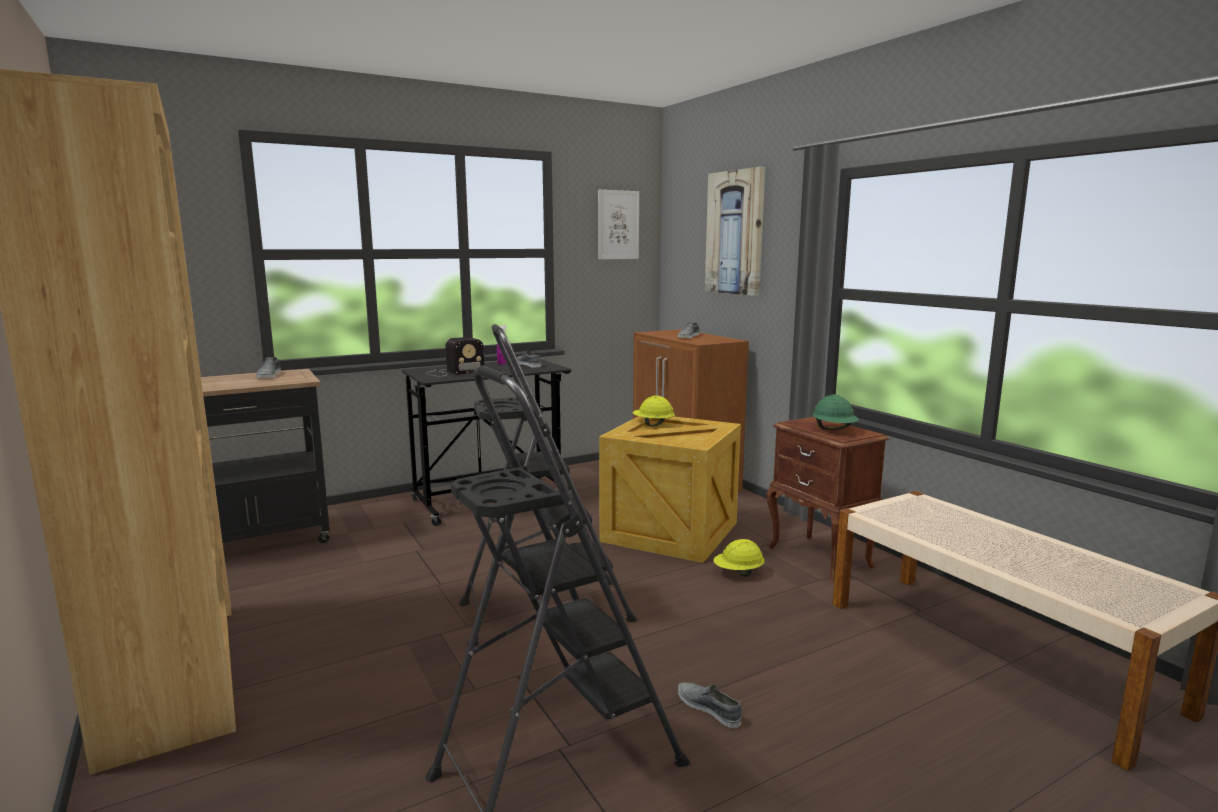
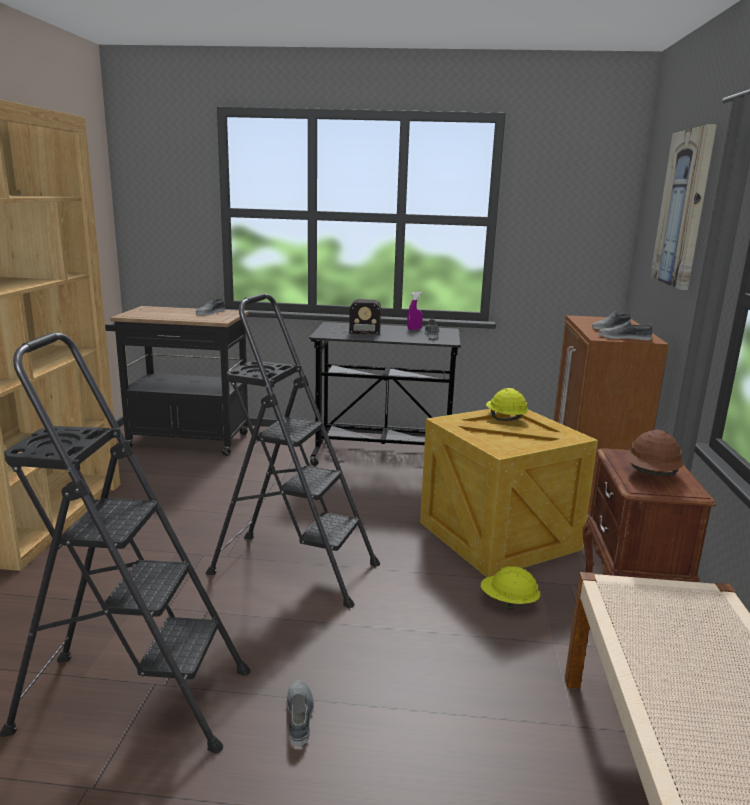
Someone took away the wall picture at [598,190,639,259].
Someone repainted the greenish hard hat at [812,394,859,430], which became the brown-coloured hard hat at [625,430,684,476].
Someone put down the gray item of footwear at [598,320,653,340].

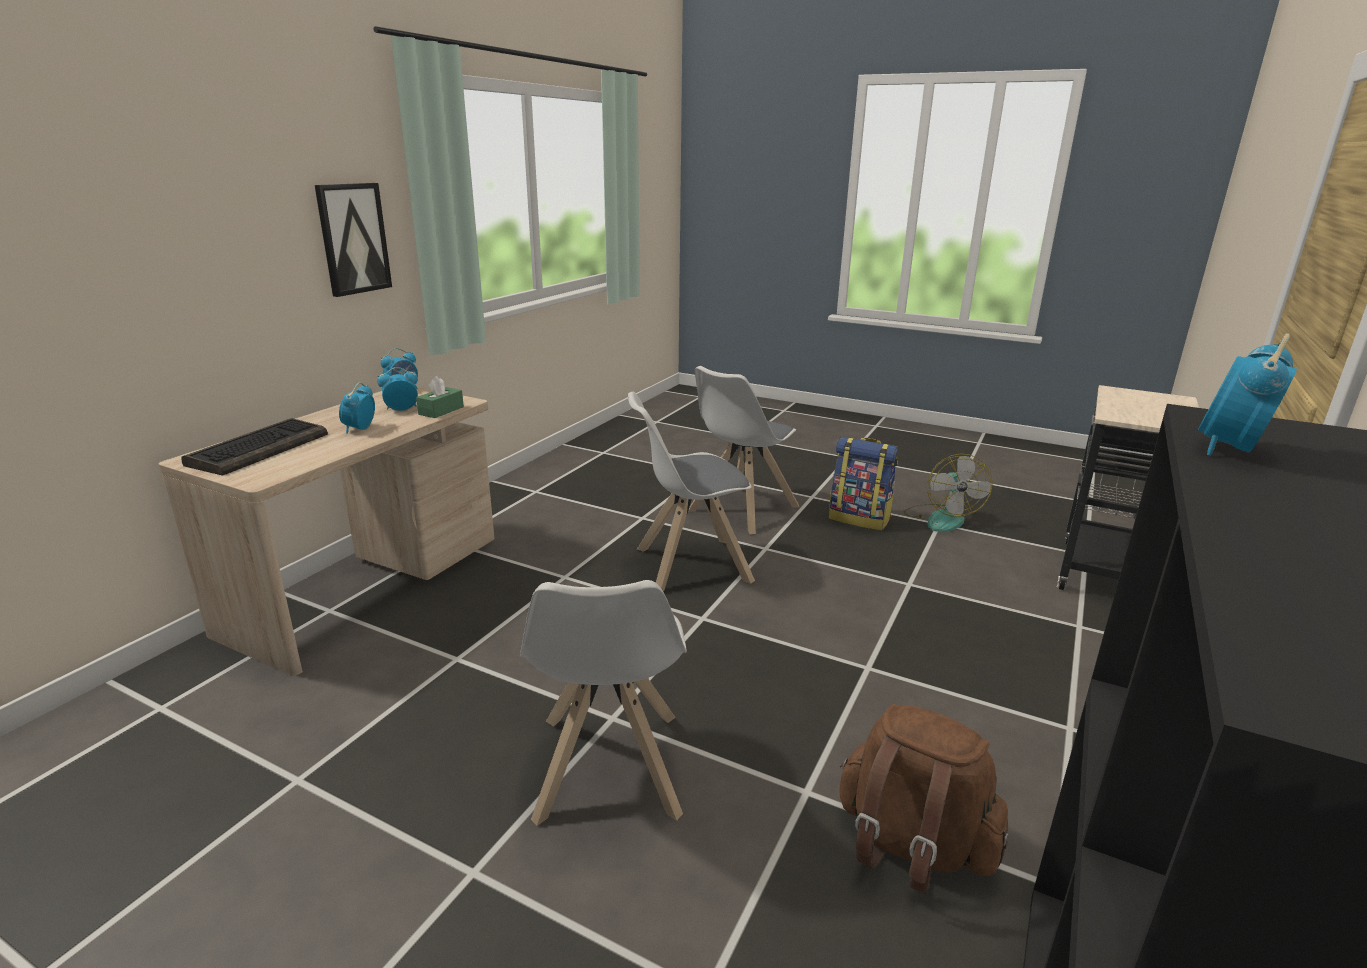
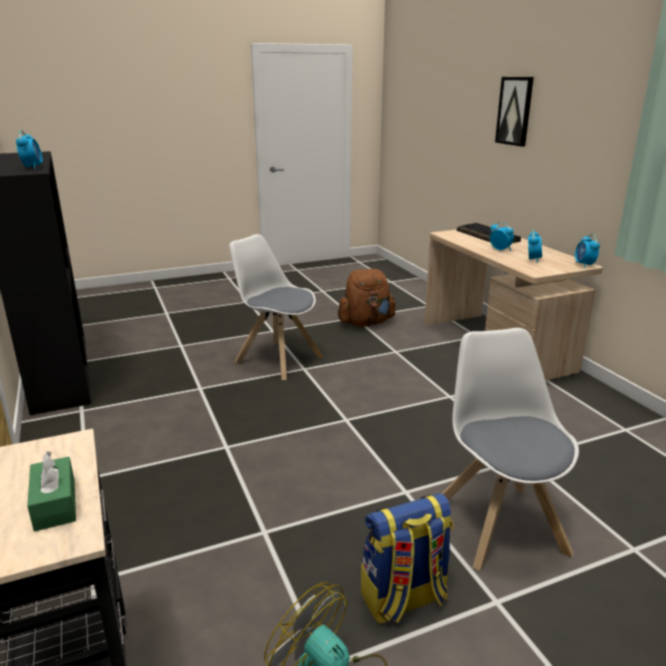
Someone carried the wall picture from [315,183,392,297] to [495,77,534,147].
Someone carried the greenish tissue box from [416,376,464,418] to [27,451,76,531].
Someone took away the plain chair at [628,392,755,591].
Someone carried the brown-coloured backpack from [839,704,1008,894] to [338,269,396,327].

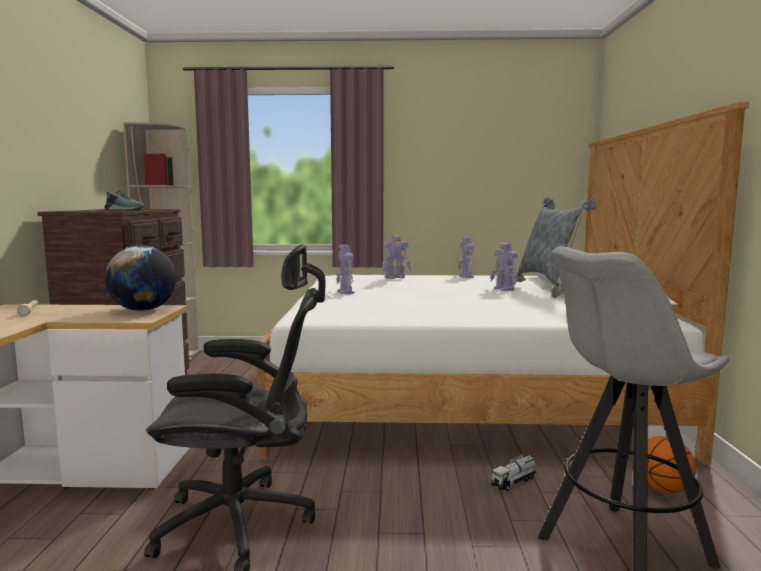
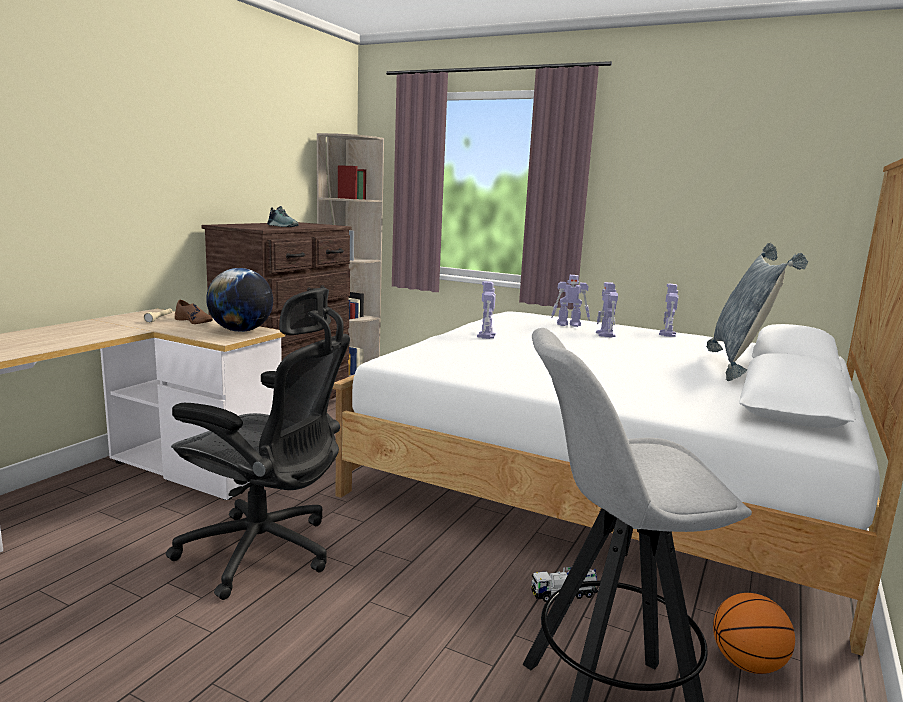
Someone carried the model robot from [491,243,518,291] to [596,282,618,338].
Someone put down the brown-coloured item of footwear at [175,300,213,324].

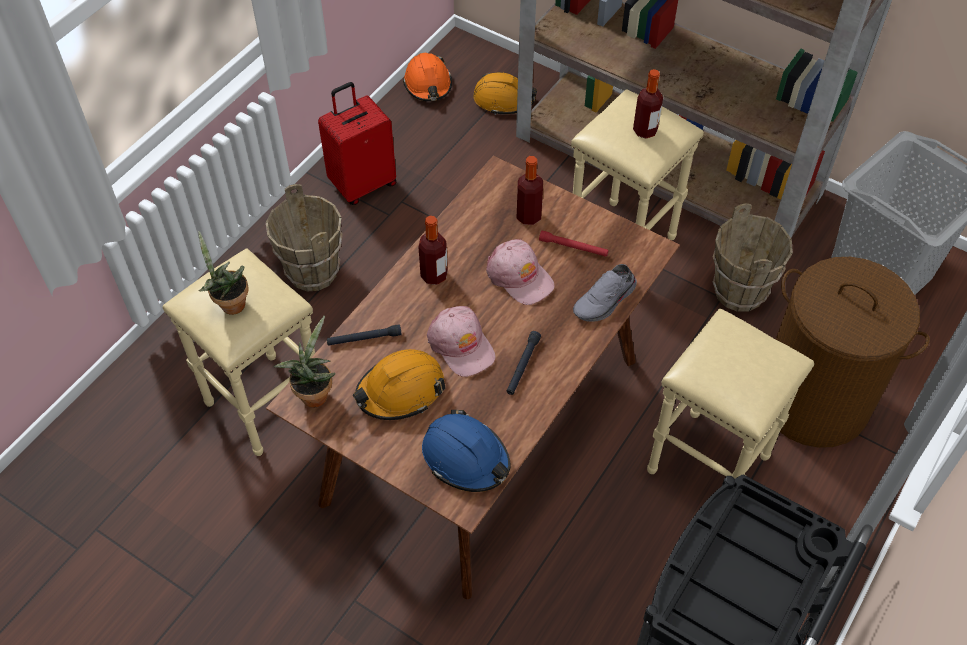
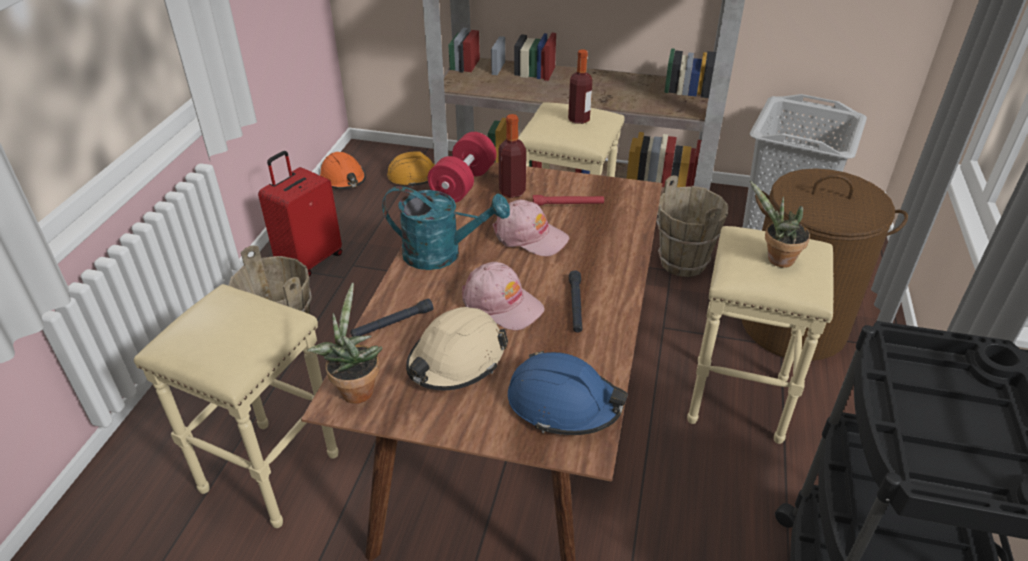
Someone swapped the bottle at [419,216,448,285] for the blue-green sprinkling can at [382,186,510,270].
Someone carried the plant in a pot from [198,231,249,315] to [750,180,810,268].
Someone took away the gray item of footwear at [573,264,637,322].
Someone repainted the orange hard hat at [353,349,445,420], which became the beige hard hat at [406,307,508,390].
Someone put down the reddish hand weight at [427,132,497,203].

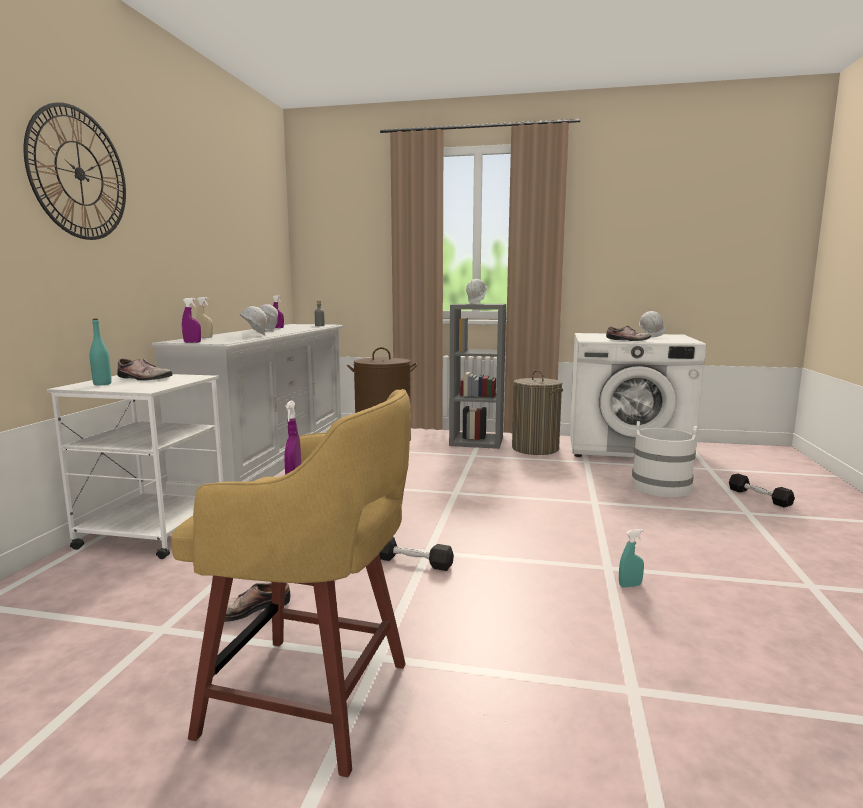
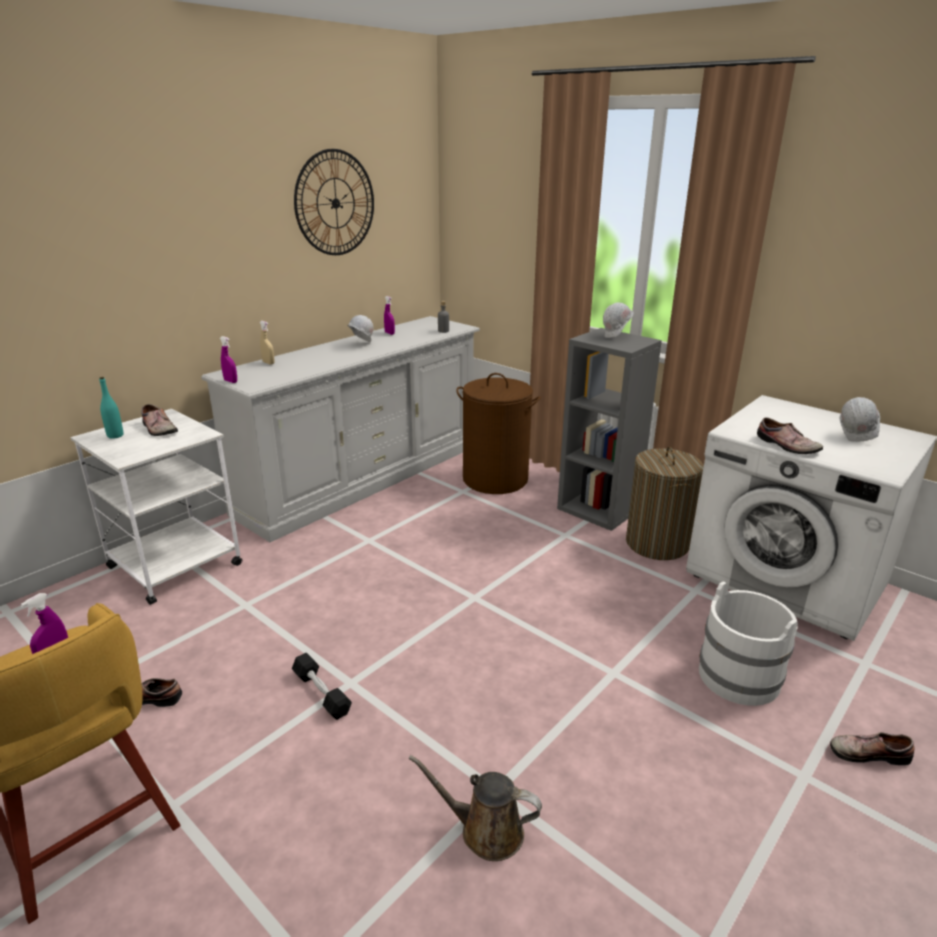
Someone carried the wall clock from [24,102,126,240] to [294,149,374,255].
Someone took away the whitish hard hat at [239,306,267,336].
Someone swapped the black hand weight at [729,474,795,507] for the item of footwear at [830,732,915,765].
Someone swapped the blue-green sprayer at [619,529,644,588] for the brown-coloured sprinkling can at [408,755,542,861].

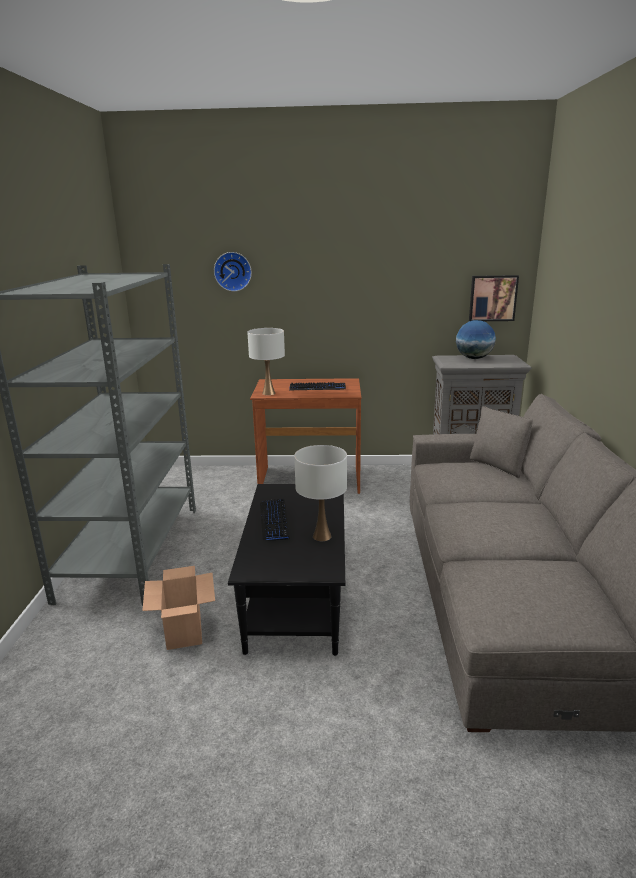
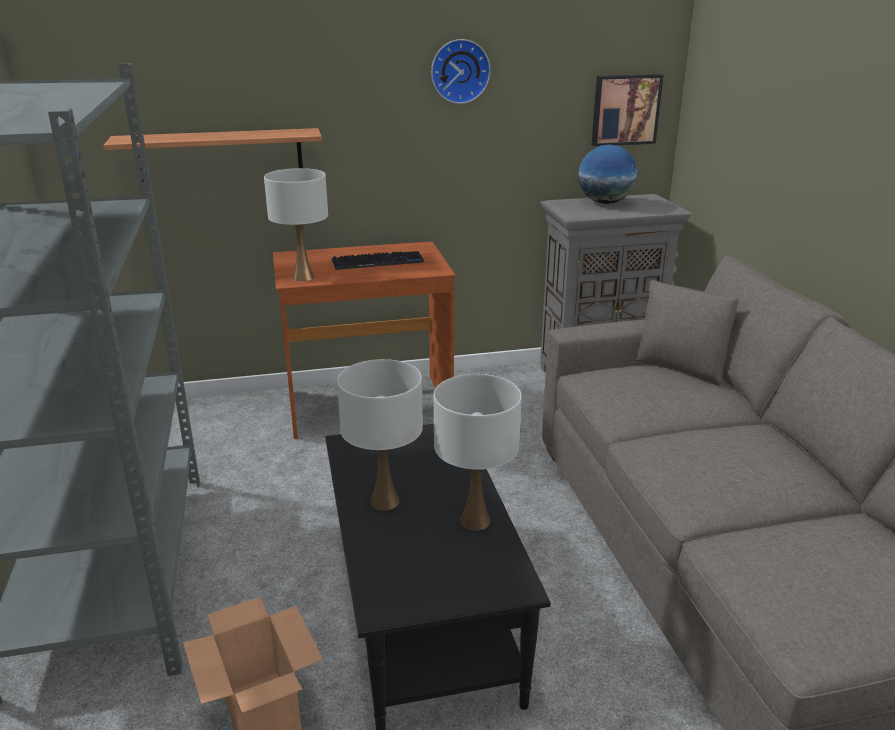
Someone carried the wall clock from [214,252,252,292] to [431,39,490,104].
Someone swapped the computer keyboard at [260,499,290,541] for the whitish tabletop lamp at [337,359,423,510].
Someone put up the shelf at [103,128,322,182].

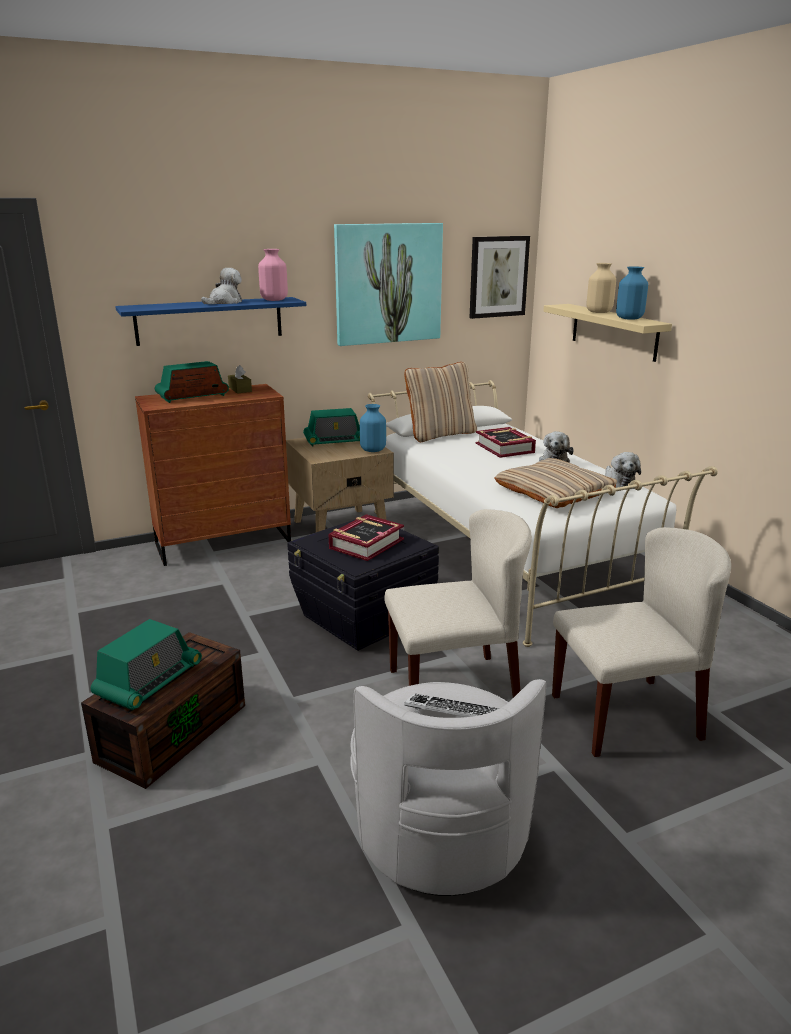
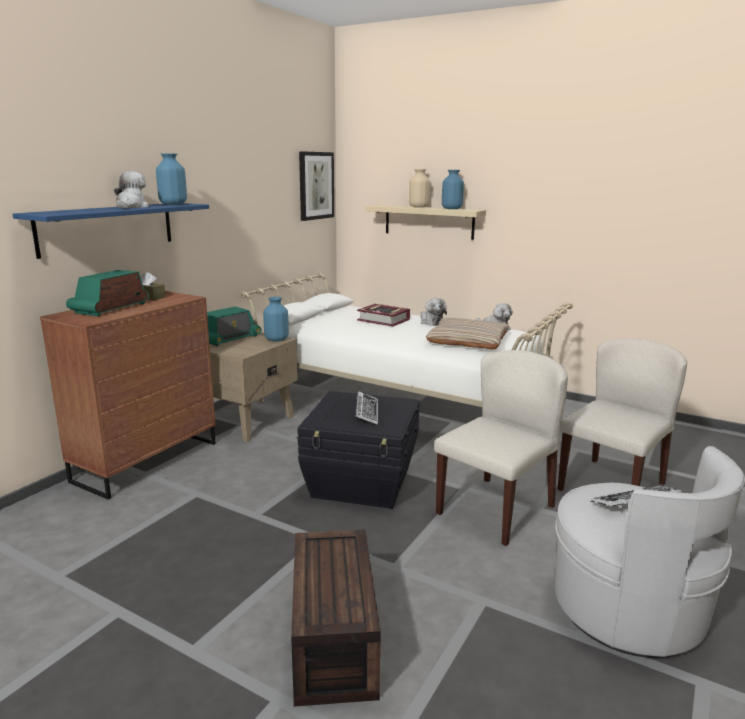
Someone took away the wall picture at [334,223,443,346].
Someone repainted the pink-coloured decorative vase at [258,249,288,301], which became the blue decorative vase at [156,153,187,205].
Someone took away the beige throw pillow at [404,362,477,442].
Someone swapped the book at [329,514,404,561] for the computer keyboard at [355,391,378,425].
Someone took away the radio set at [91,619,202,710].

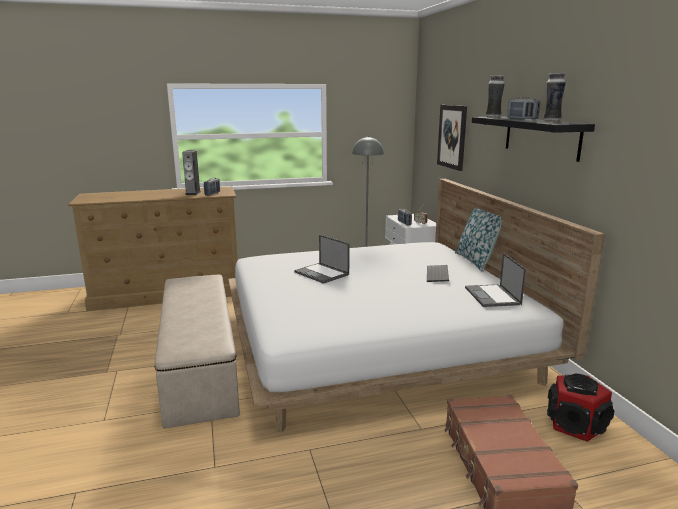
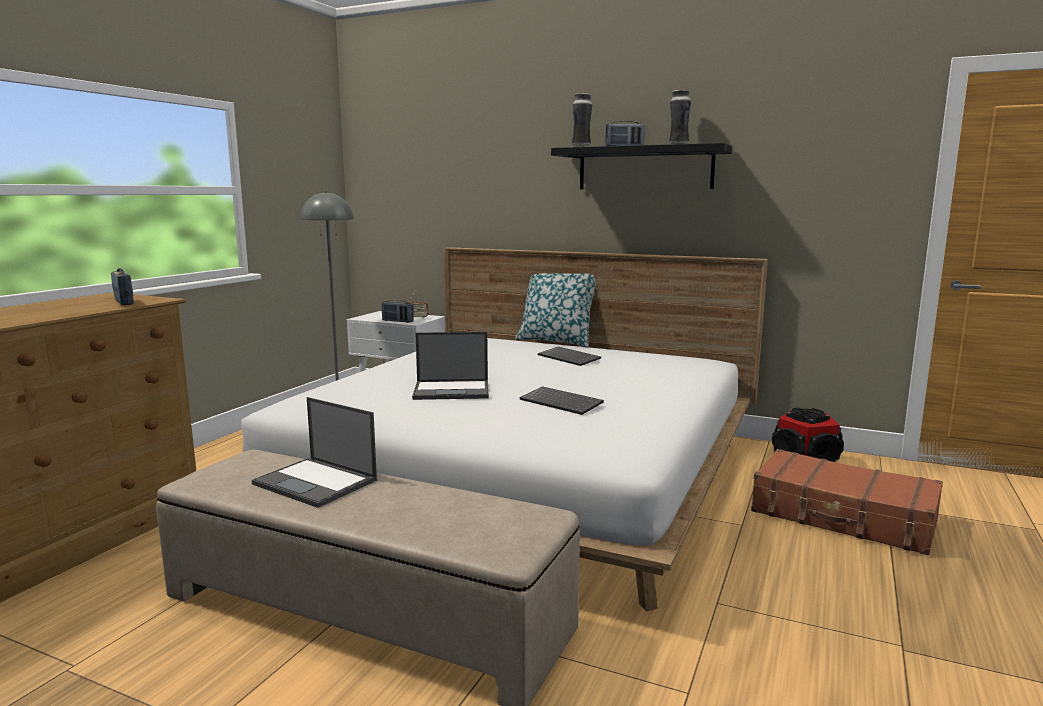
Someone took away the wall picture at [437,105,467,171].
Someone took away the loudspeaker at [182,150,201,195].
Someone carried the notebook computer from [465,253,526,307] to [252,397,377,508].
Someone put down the computer keyboard at [520,386,604,415].

